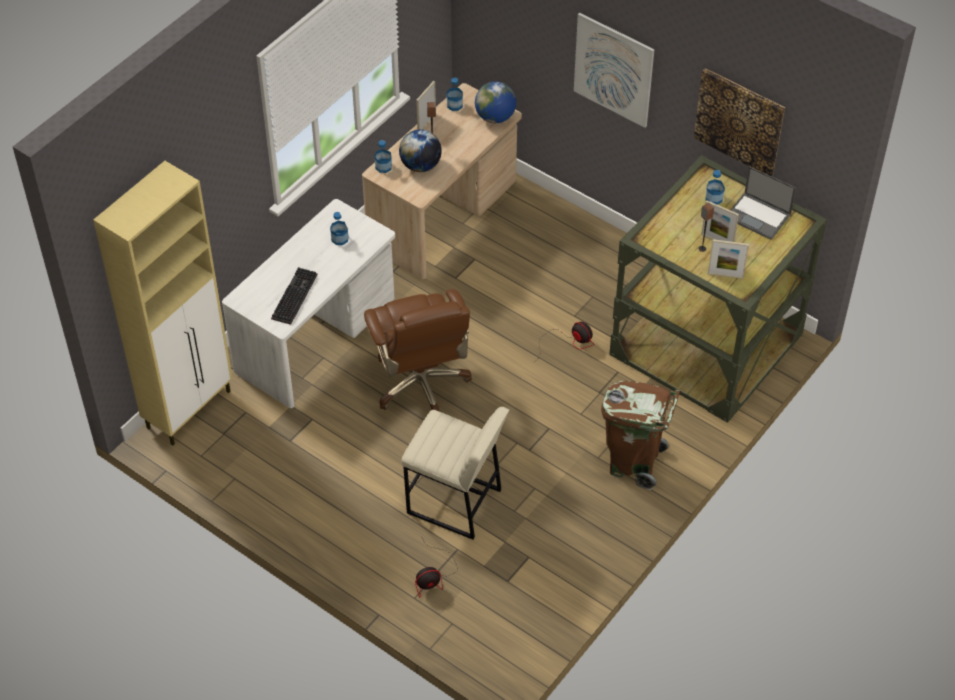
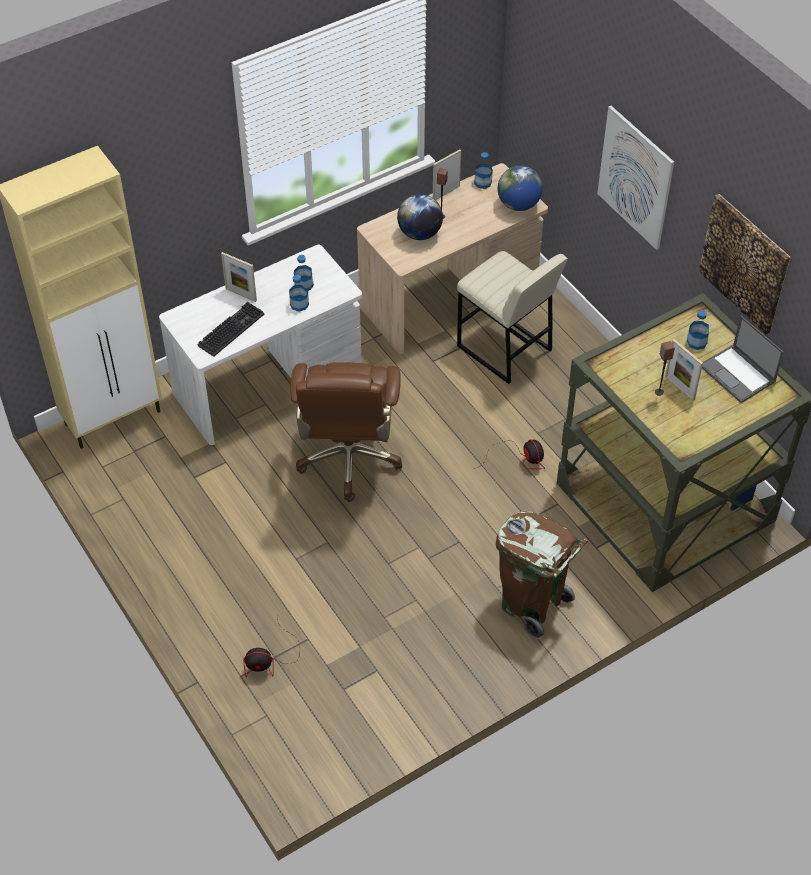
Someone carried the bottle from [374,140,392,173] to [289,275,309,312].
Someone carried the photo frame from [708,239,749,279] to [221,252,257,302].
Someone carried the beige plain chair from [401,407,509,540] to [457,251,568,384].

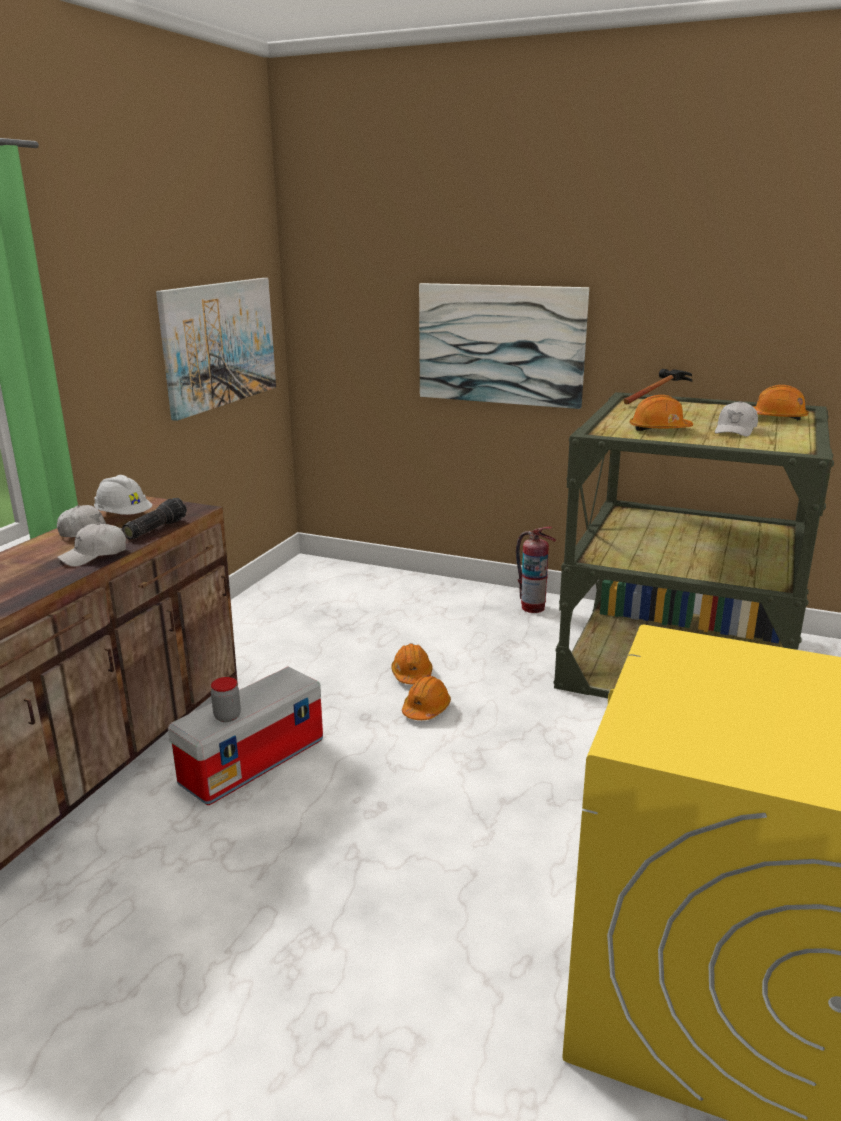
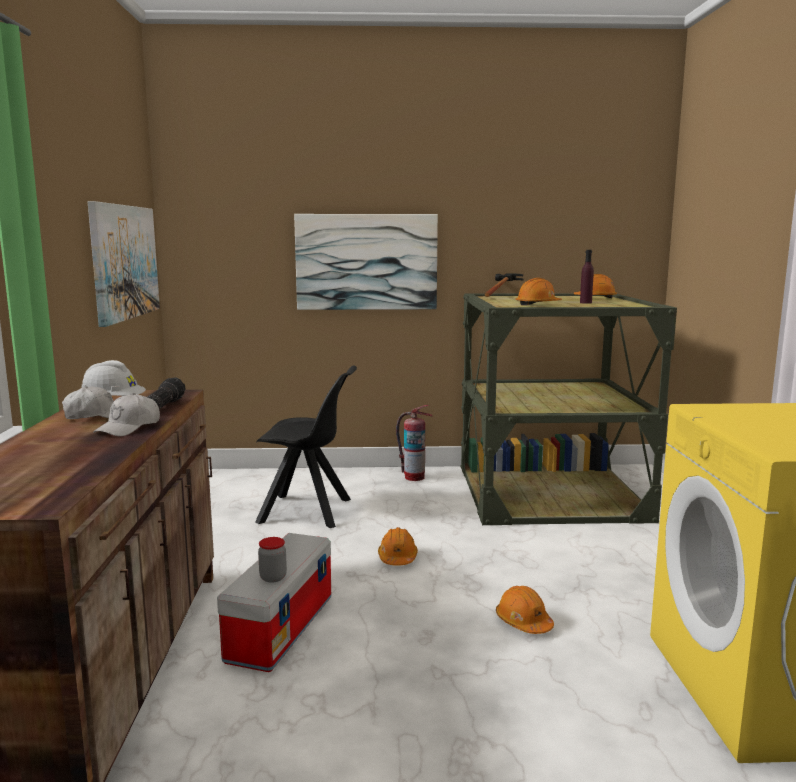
Someone swapped the whitish baseball cap at [715,401,758,437] for the purplish bottle at [580,250,594,304].
Someone carried the orange hard hat from [391,644,433,684] to [496,586,554,634].
Someone put down the black plain chair at [255,365,357,528].

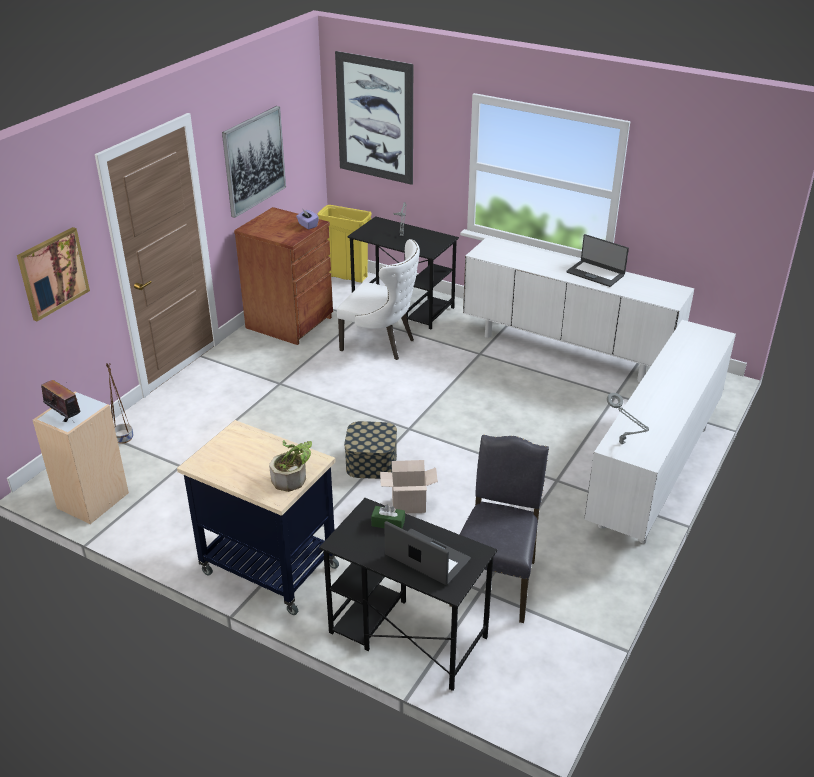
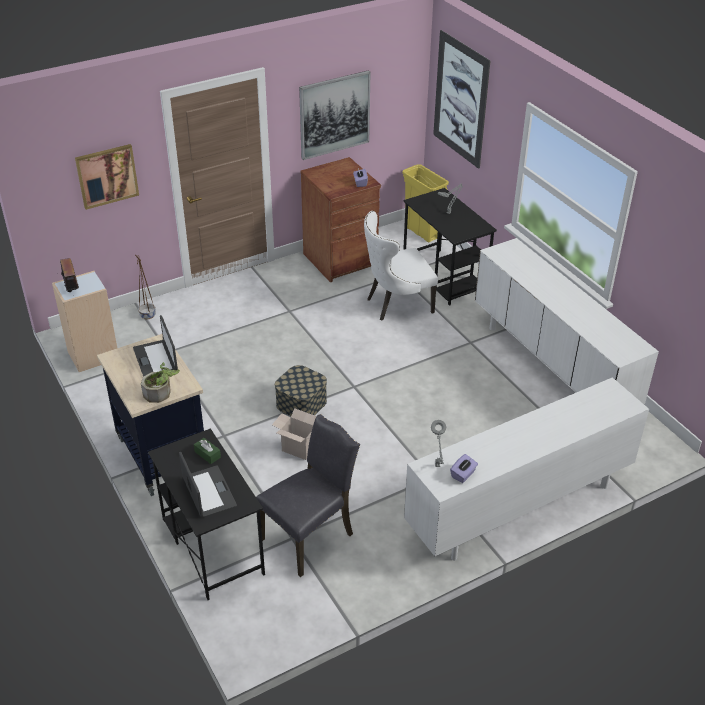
Someone carried the notebook computer from [567,234,629,287] to [133,315,178,377].
Someone rotated the whitish plain chair at [337,239,420,360] by 105 degrees clockwise.
Someone put down the purplish tissue box at [450,454,478,483].

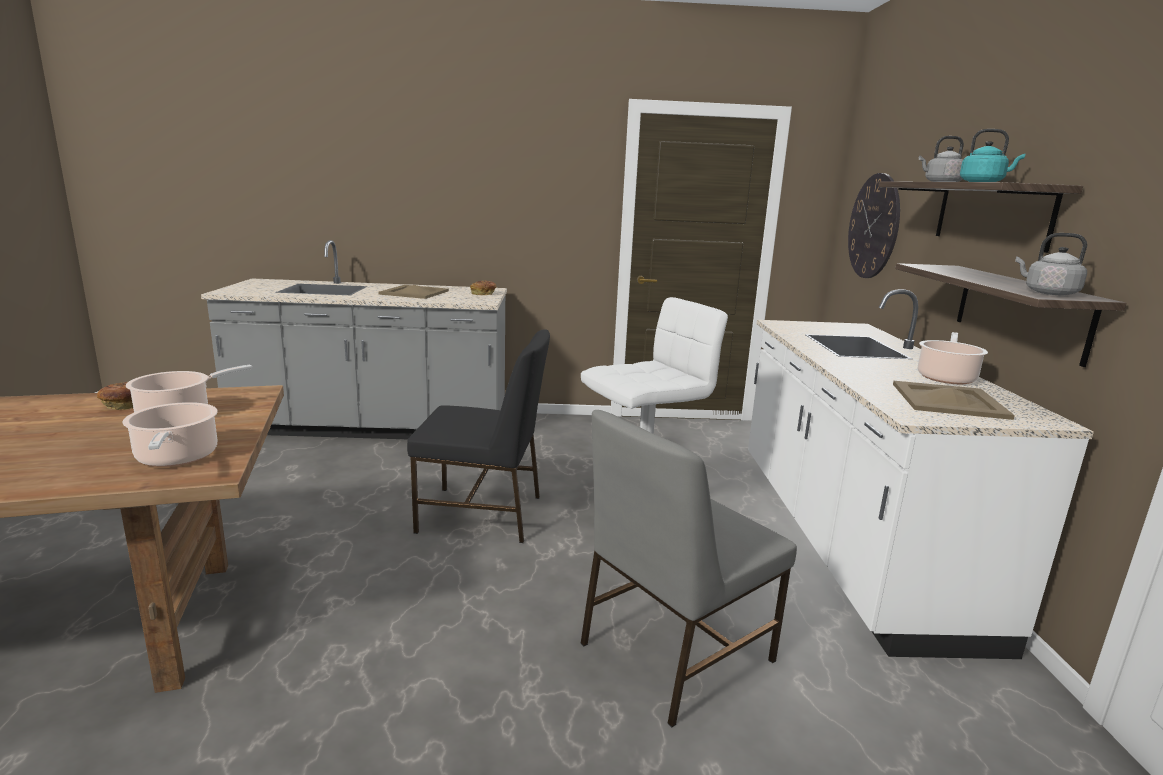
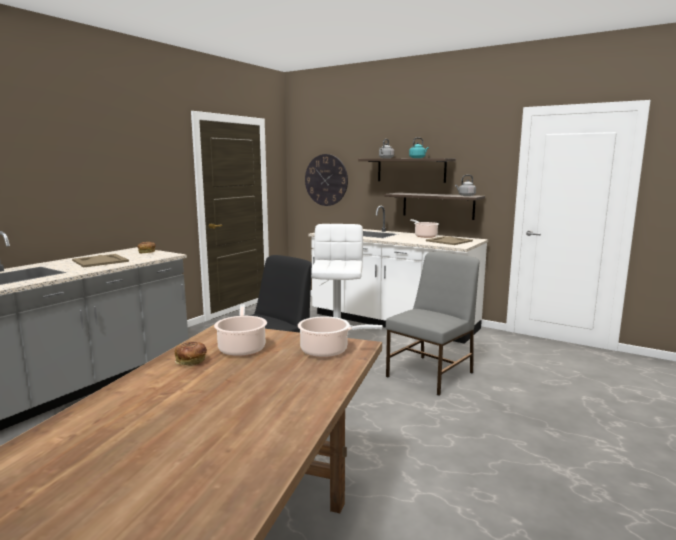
Someone rotated the gray plain chair at [580,410,797,727] by 135 degrees counterclockwise.

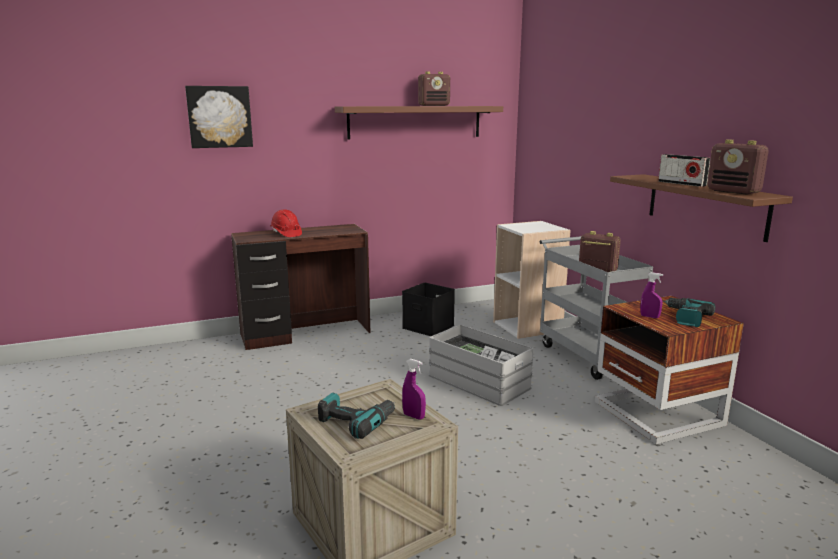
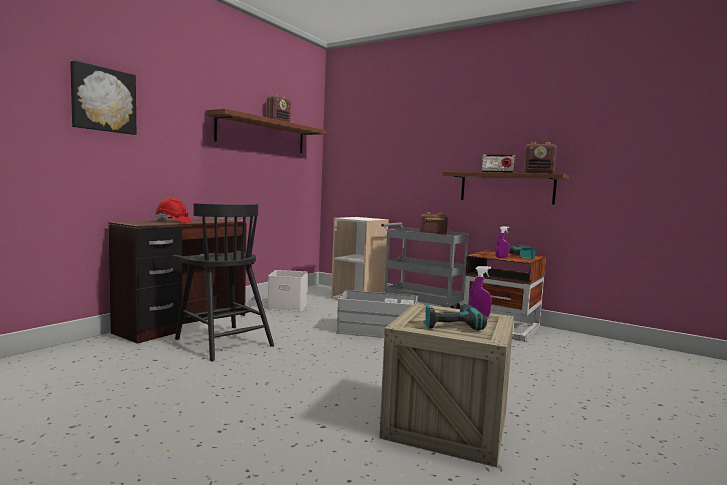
Someone repainted the black storage box at [402,283,455,336], which became the whitish storage box at [267,270,307,312].
Someone put down the black plain chair at [173,203,274,361].

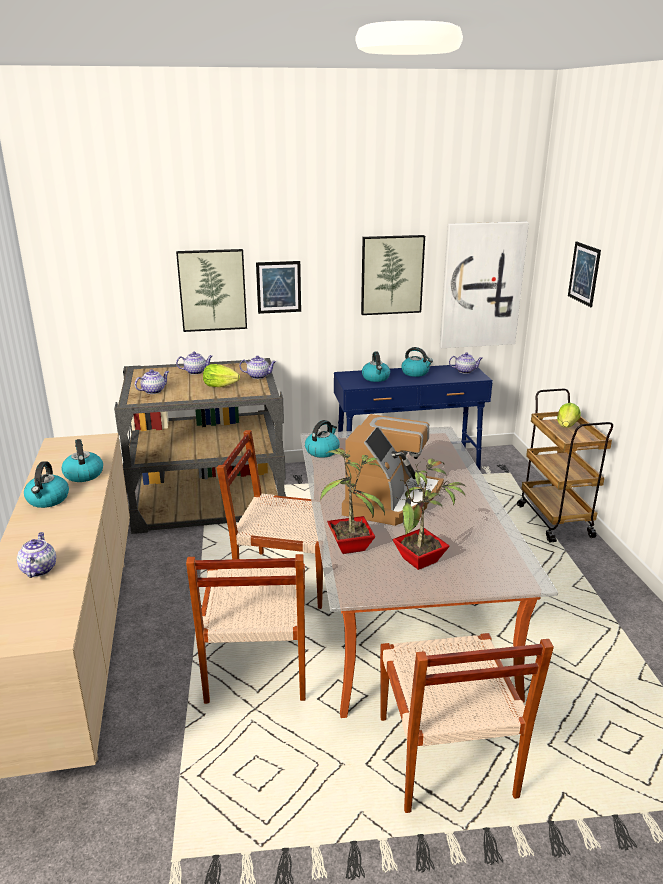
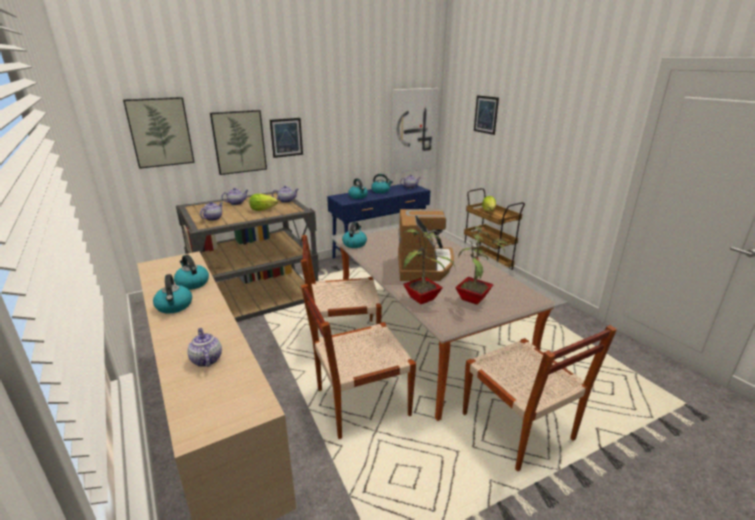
Someone carried the wall picture from [361,235,425,315] to [123,97,195,169].
Someone rotated the plain chair at [186,554,306,704] by 90 degrees clockwise.

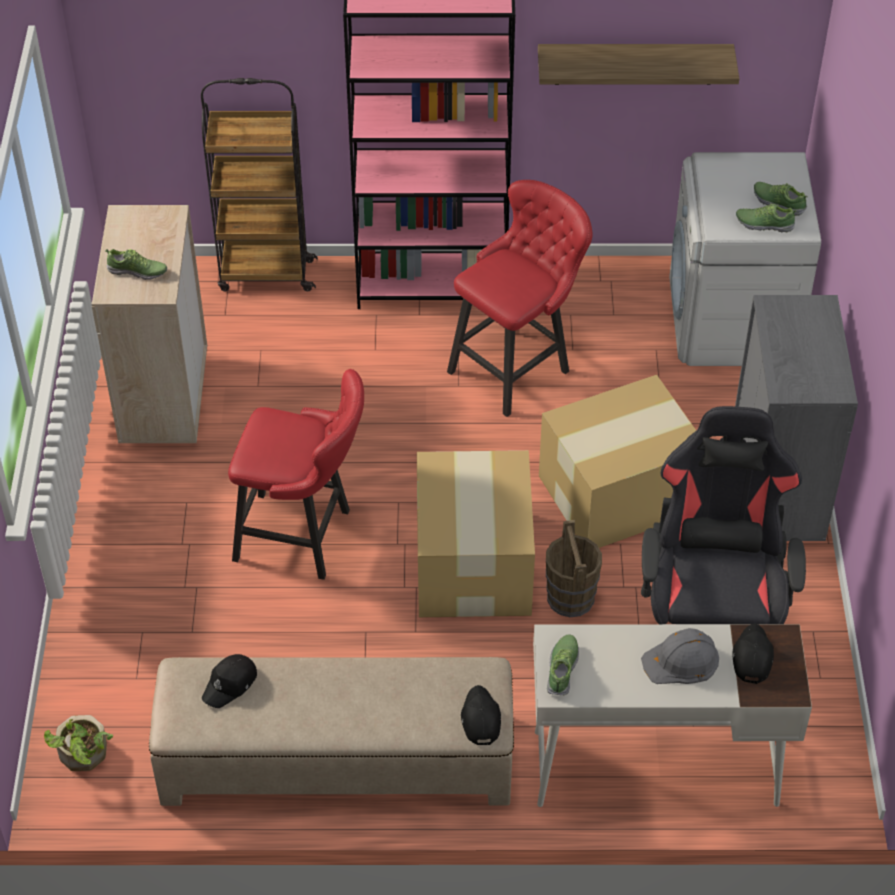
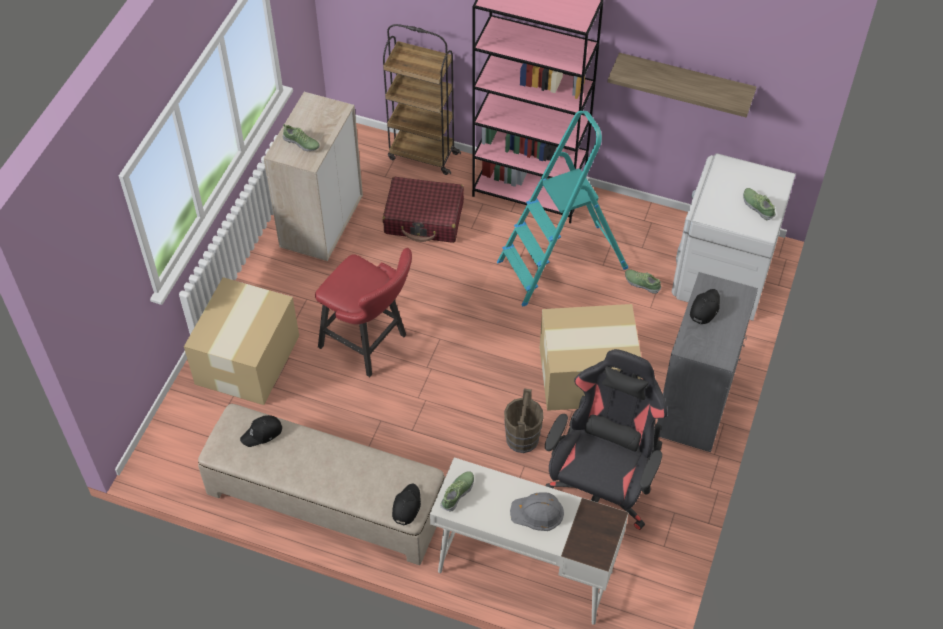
Someone swapped the reddish sitting stool at [447,180,593,417] for the blue-green step ladder at [497,111,629,306].
Someone carried the item of footwear from [736,203,797,232] to [625,269,662,294].
Someone carried the packing box from [417,450,535,617] to [184,277,299,405].
Someone carried the black baseball cap from [733,623,774,684] to [690,289,720,324].
Someone took away the plant in a pot at [44,715,113,771].
Someone put down the reddish piece of luggage at [383,177,464,243].

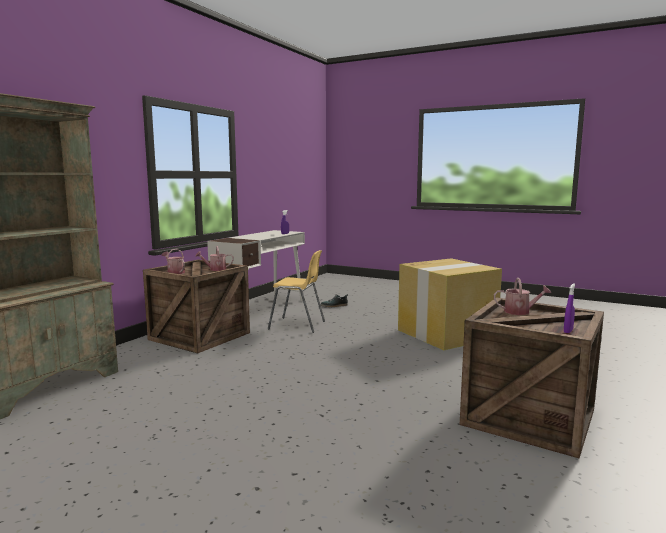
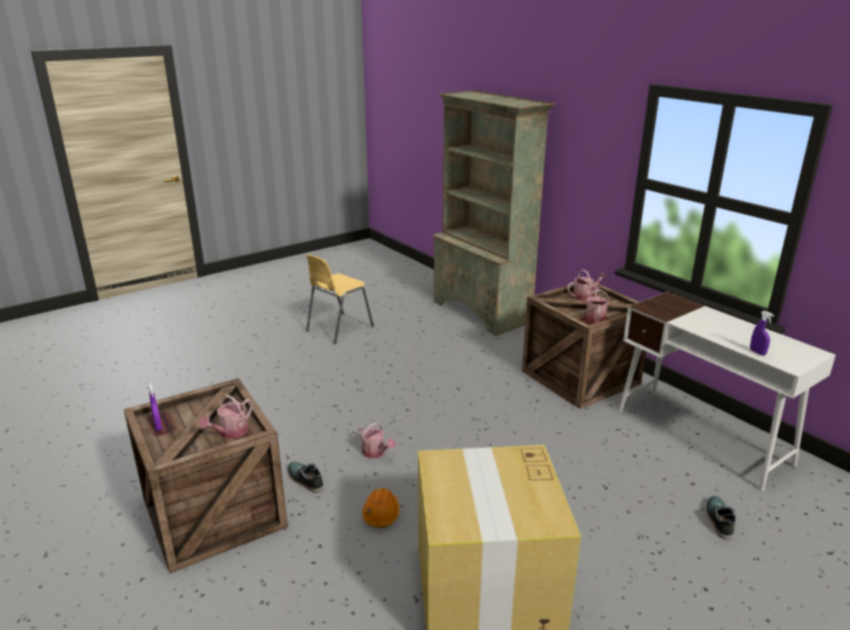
Someone carried the yellow plain chair from [268,250,325,333] to [306,254,374,344].
Someone put down the sprinkling can at [358,423,396,459].
Someone put down the item of footwear at [288,462,324,493].
Someone put down the orange hard hat at [362,488,400,528].

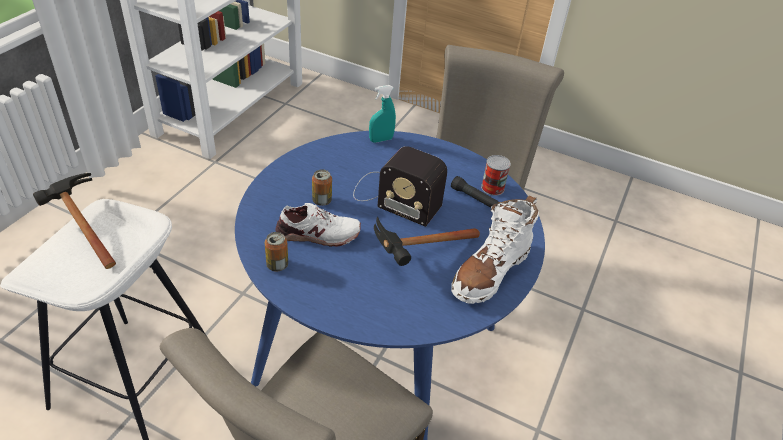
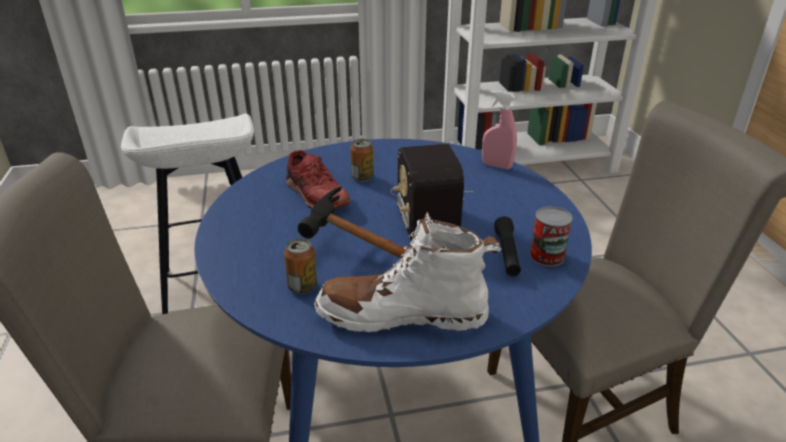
Someone repainted the blue-green sprayer at [369,85,396,143], which became the pink-coloured sprayer at [482,91,517,169].
Someone took away the hand hammer at [33,173,116,269].
Someone repainted the whitish item of footwear at [276,203,361,247], which became the reddish item of footwear at [286,150,350,209].
Someone carried the can from [265,232,288,272] to [284,238,317,294].

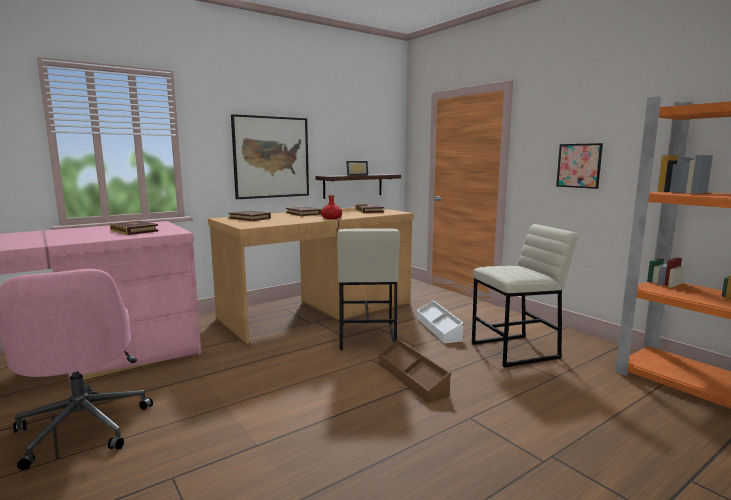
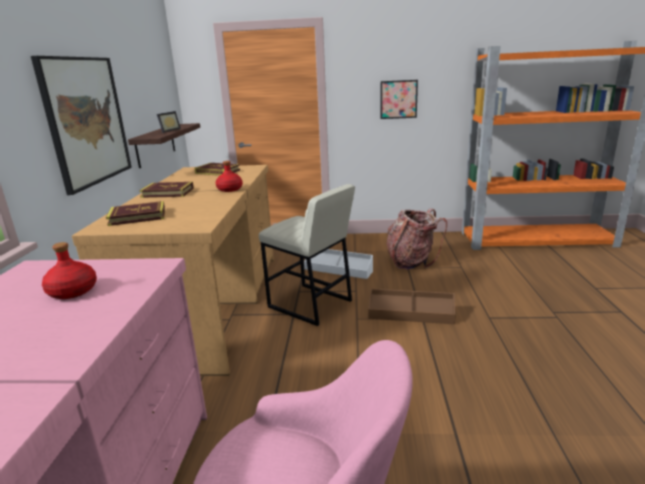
Someone swapped the book at [110,220,158,235] for the reddish bottle at [42,242,97,299].
Someone swapped the beige plain chair at [472,224,578,367] for the backpack at [387,209,447,269].

